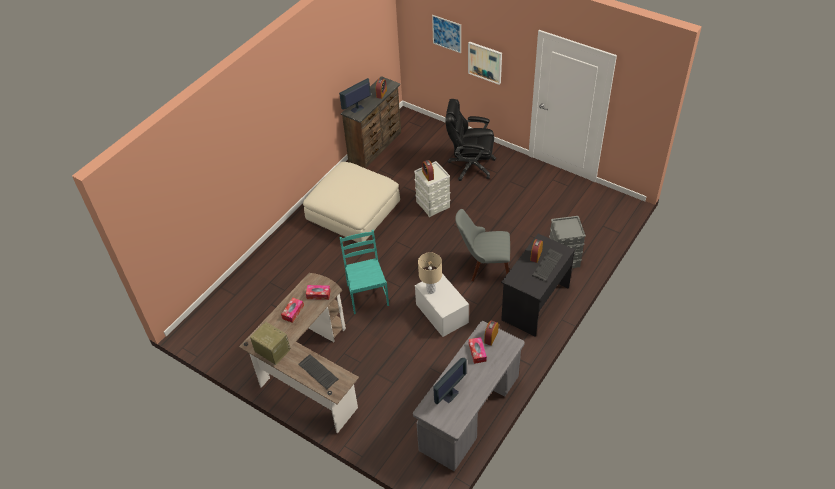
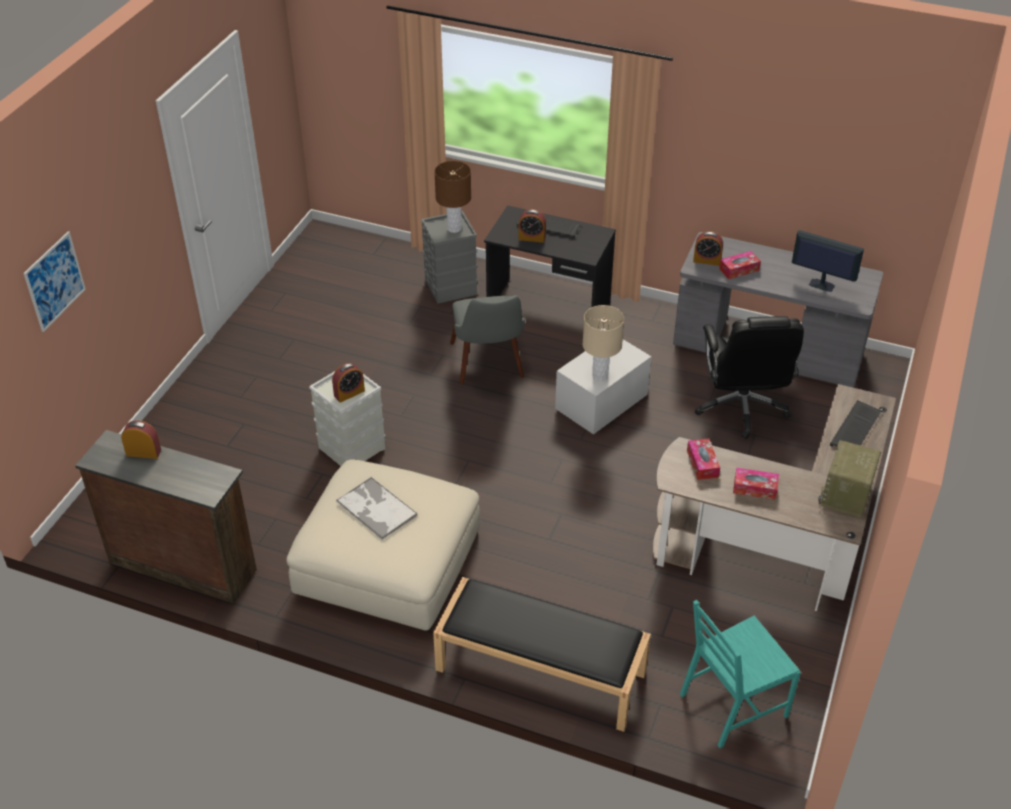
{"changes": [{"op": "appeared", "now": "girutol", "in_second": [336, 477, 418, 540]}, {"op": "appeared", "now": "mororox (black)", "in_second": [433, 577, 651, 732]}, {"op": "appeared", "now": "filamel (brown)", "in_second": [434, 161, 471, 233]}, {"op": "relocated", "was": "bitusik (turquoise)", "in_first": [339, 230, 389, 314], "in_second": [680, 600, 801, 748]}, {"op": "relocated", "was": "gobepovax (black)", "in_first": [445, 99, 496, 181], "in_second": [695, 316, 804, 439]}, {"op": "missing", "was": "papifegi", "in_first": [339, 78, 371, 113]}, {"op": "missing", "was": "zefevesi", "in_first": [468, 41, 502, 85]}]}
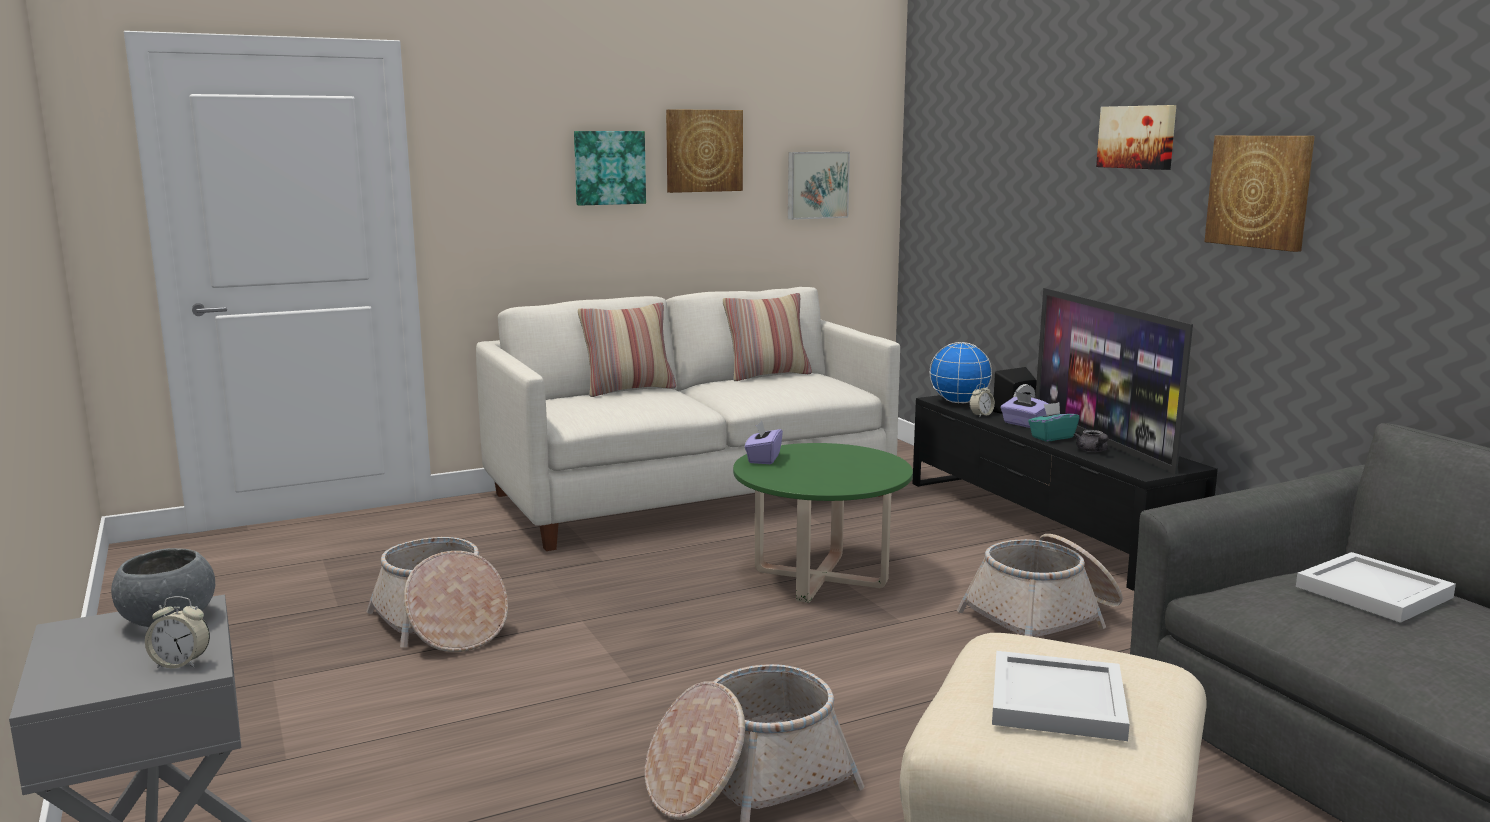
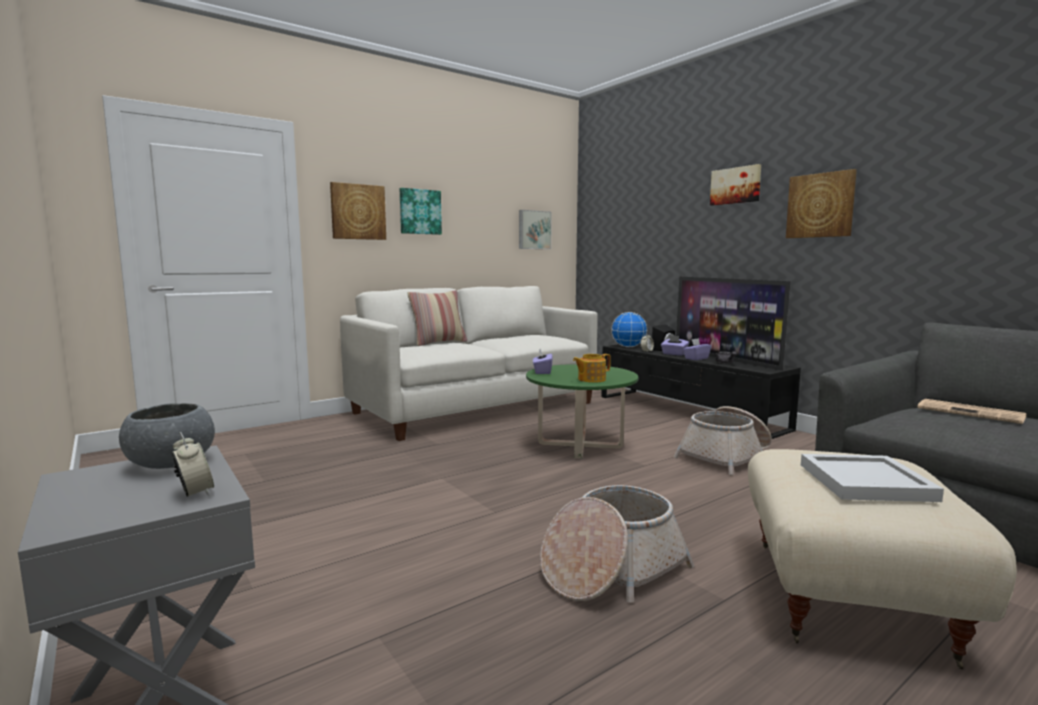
{"changes": [{"op": "spun", "was": "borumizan", "in_first": [145, 596, 210, 668], "in_second": [172, 432, 214, 497], "clockwise": -120}, {"op": "relocated", "was": "zefevesi", "in_first": [666, 109, 743, 193], "in_second": [330, 182, 386, 240]}, {"op": "appeared", "now": "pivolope", "in_second": [573, 354, 611, 383]}, {"op": "colour", "was": "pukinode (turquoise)", "now": "pukinode (purple)", "in_first": [1028, 402, 1080, 442], "in_second": [683, 338, 711, 360]}, {"op": "exchanged", "was": "girutol (white)", "now": "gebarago", "in_first": [1296, 552, 1456, 623], "in_second": [917, 399, 1026, 424]}, {"op": "missing", "was": "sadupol", "in_first": [366, 537, 508, 652]}, {"op": "missing", "was": "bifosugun", "in_first": [723, 293, 812, 381]}]}
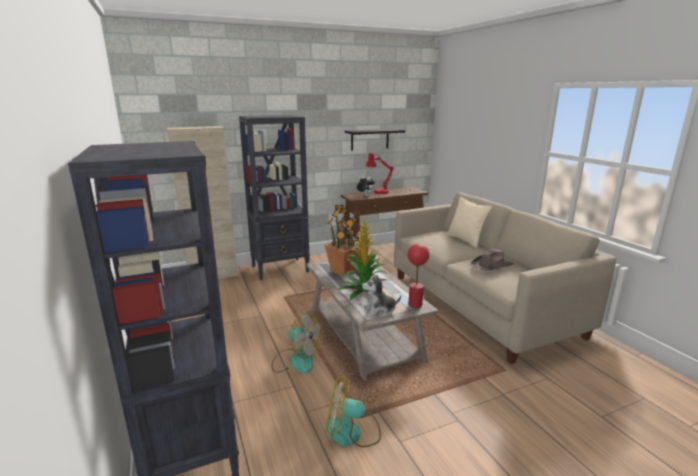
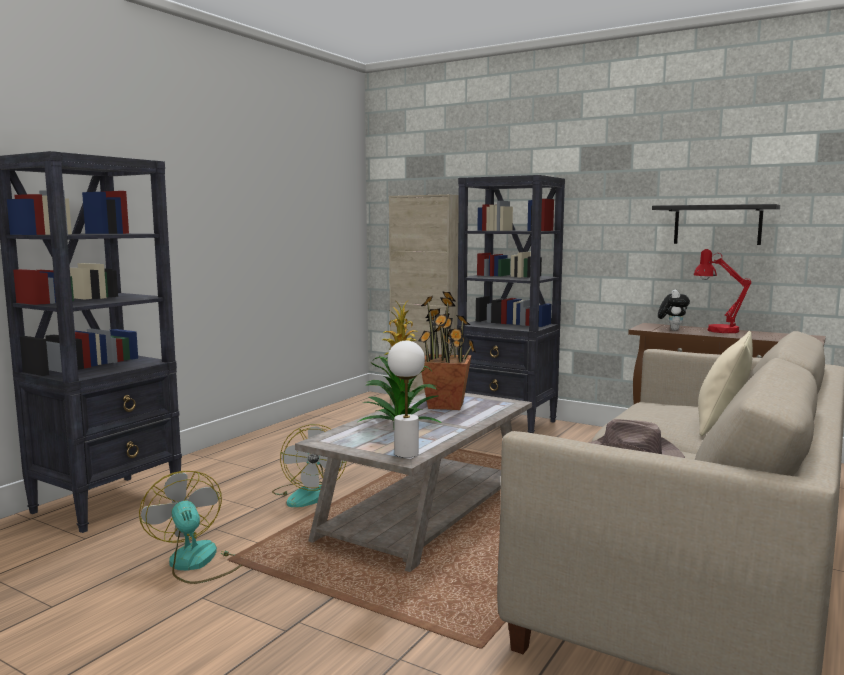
{"changes": [{"op": "colour", "was": "filamel (red)", "now": "filamel (white)", "in_first": [408, 243, 429, 308], "in_second": [388, 341, 425, 458]}, {"op": "missing", "was": "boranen", "in_first": [362, 274, 401, 318]}]}
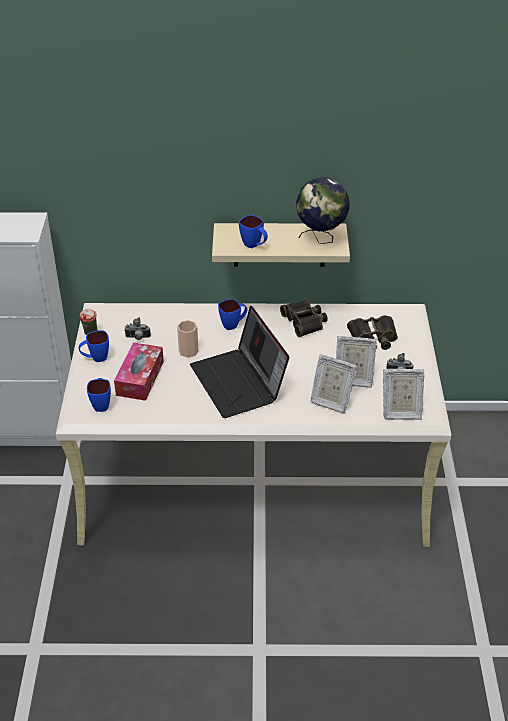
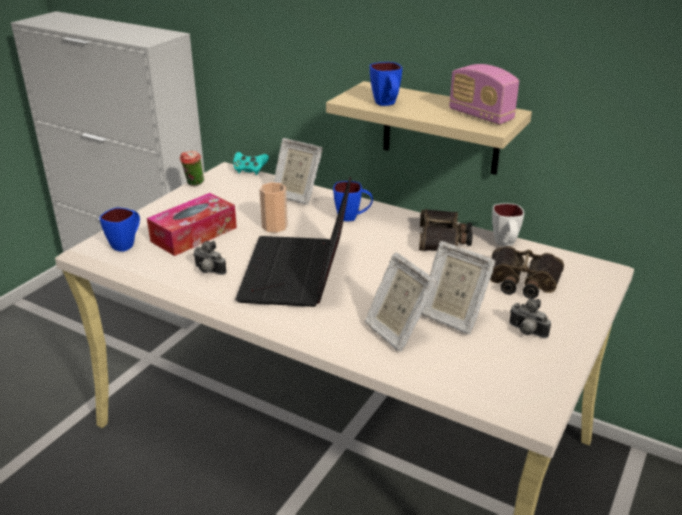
{"changes": [{"op": "relocated", "was": "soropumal", "in_first": [124, 318, 151, 340], "in_second": [193, 241, 227, 275]}, {"op": "appeared", "now": "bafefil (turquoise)", "in_second": [233, 152, 269, 175]}, {"op": "relocated", "was": "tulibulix", "in_first": [383, 369, 424, 420], "in_second": [274, 138, 323, 205]}, {"op": "exchanged", "was": "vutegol", "now": "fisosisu", "in_first": [296, 177, 350, 244], "in_second": [449, 64, 519, 124]}, {"op": "appeared", "now": "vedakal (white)", "in_second": [492, 203, 524, 246]}, {"op": "missing", "was": "vedakal (blue)", "in_first": [79, 330, 109, 362]}]}
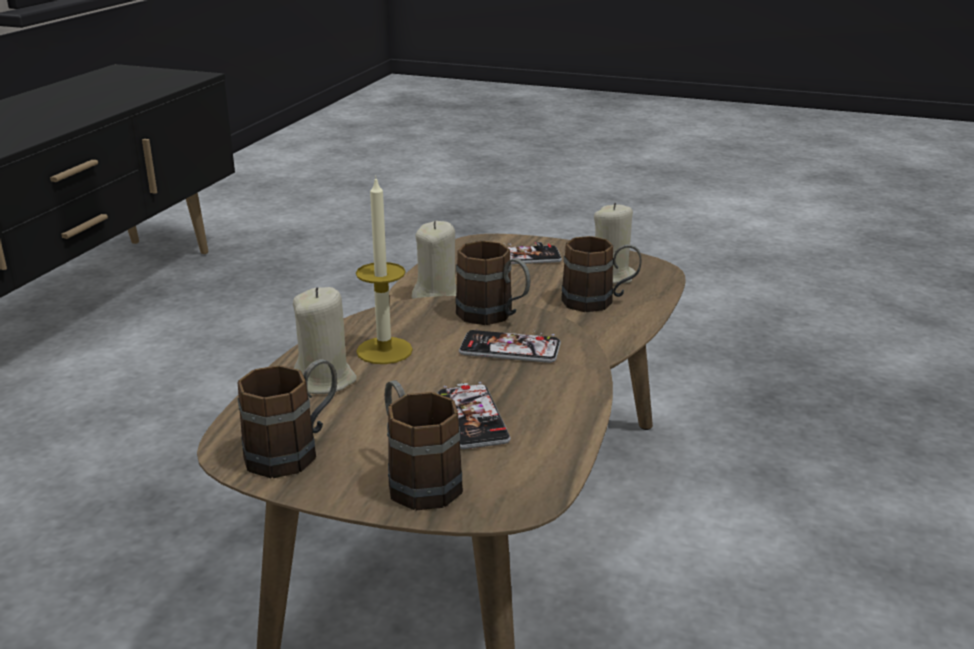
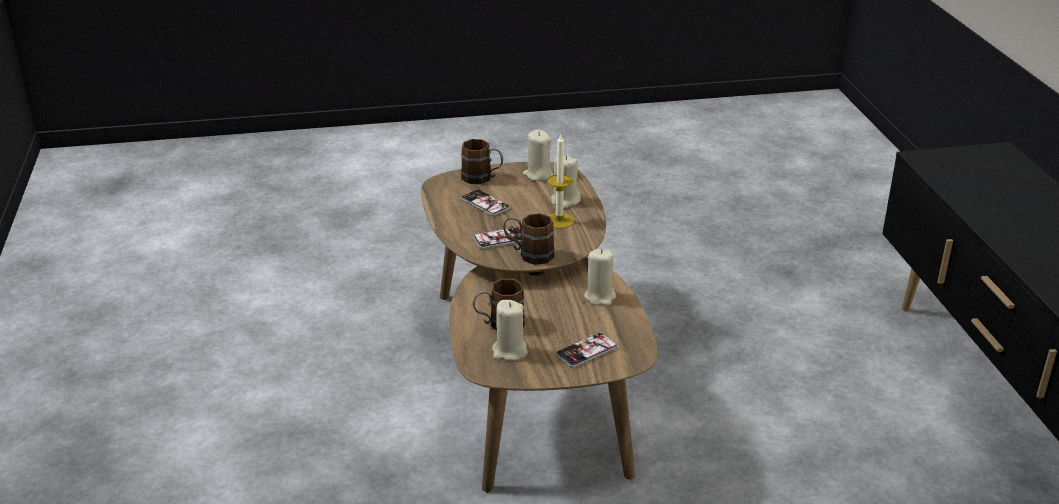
{"changes": [{"op": "exchanged", "was": "vedakal (brown)", "now": "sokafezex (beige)", "in_first": [238, 359, 337, 478], "in_second": [523, 130, 554, 181]}]}
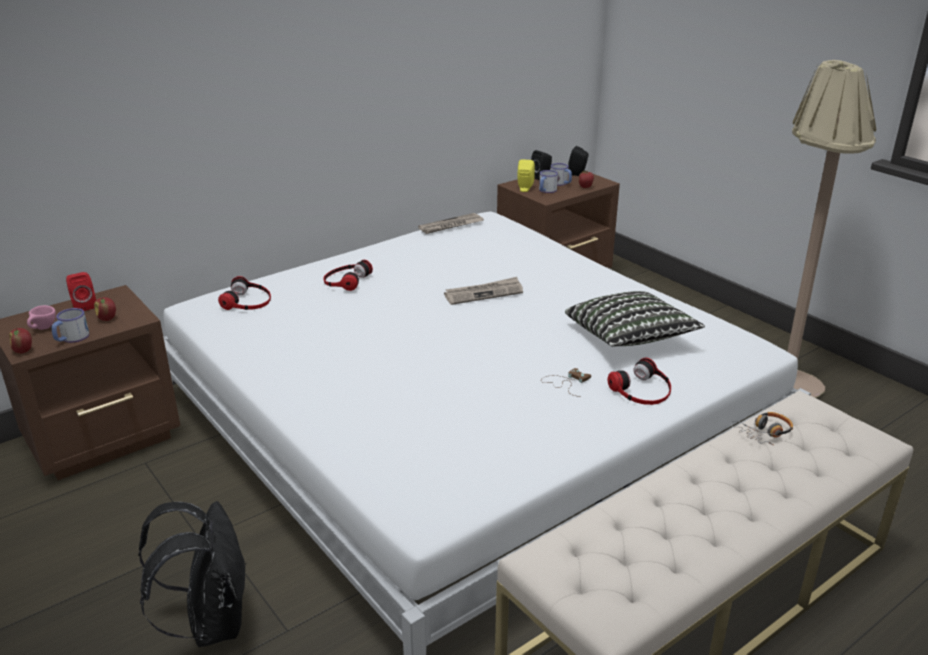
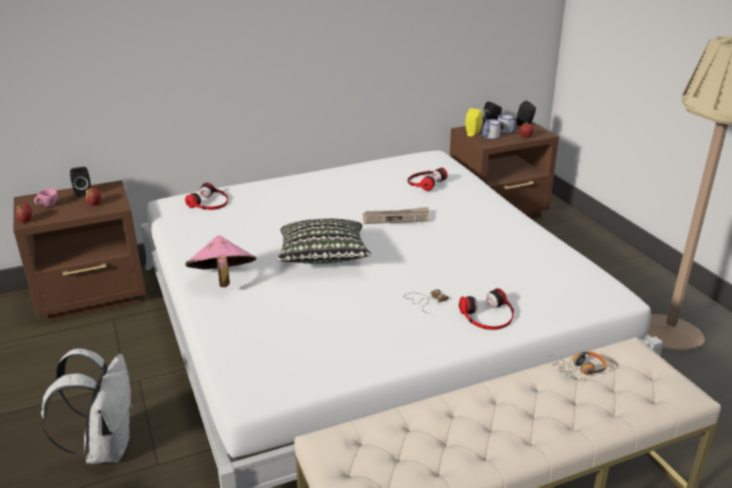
{"changes": [{"op": "colour", "was": "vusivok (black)", "now": "vusivok (white)", "in_first": [138, 501, 246, 647], "in_second": [41, 348, 133, 464]}, {"op": "colour", "was": "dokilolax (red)", "now": "dokilolax (black)", "in_first": [66, 272, 96, 311], "in_second": [70, 167, 91, 197]}, {"op": "appeared", "now": "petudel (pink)", "in_second": [185, 235, 257, 287]}, {"op": "relocated", "was": "bifosugun", "in_first": [565, 291, 705, 347], "in_second": [277, 219, 371, 264]}, {"op": "relocated", "was": "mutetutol", "in_first": [323, 260, 373, 291], "in_second": [408, 168, 448, 191]}, {"op": "missing", "was": "vedakal", "in_first": [52, 308, 89, 343]}, {"op": "missing", "was": "gebarago", "in_first": [418, 213, 484, 234]}]}
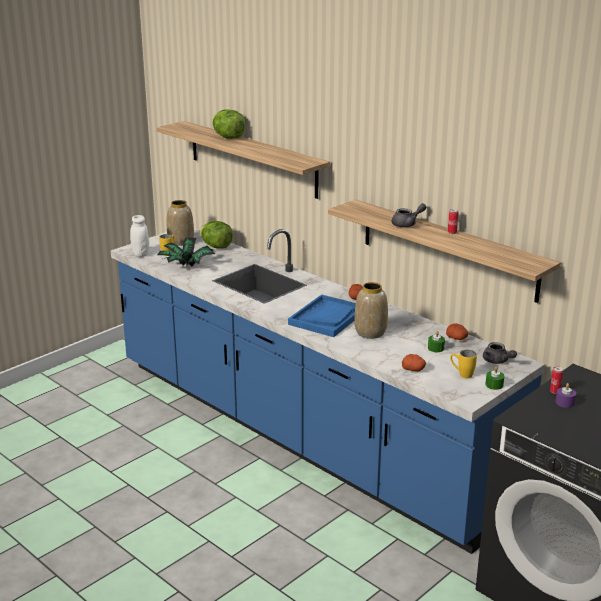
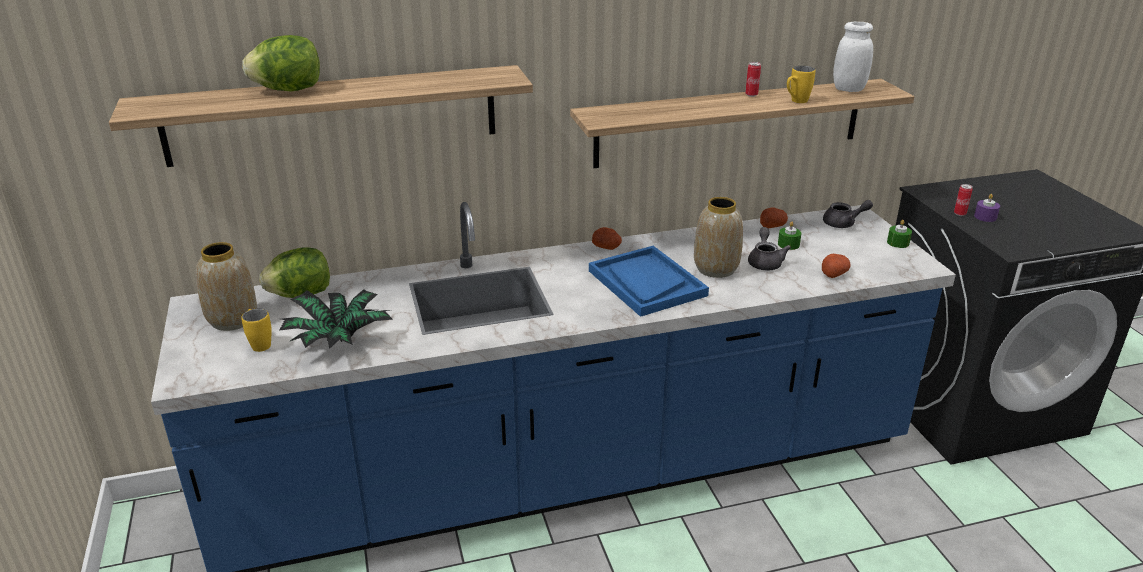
{"changes": [{"op": "relocated", "was": "pivolope (grey)", "in_first": [392, 203, 426, 227], "in_second": [748, 227, 791, 270]}, {"op": "relocated", "was": "vedakal (yellow)", "in_first": [450, 350, 477, 378], "in_second": [787, 66, 816, 103]}, {"op": "relocated", "was": "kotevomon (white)", "in_first": [130, 215, 149, 257], "in_second": [833, 22, 873, 92]}]}
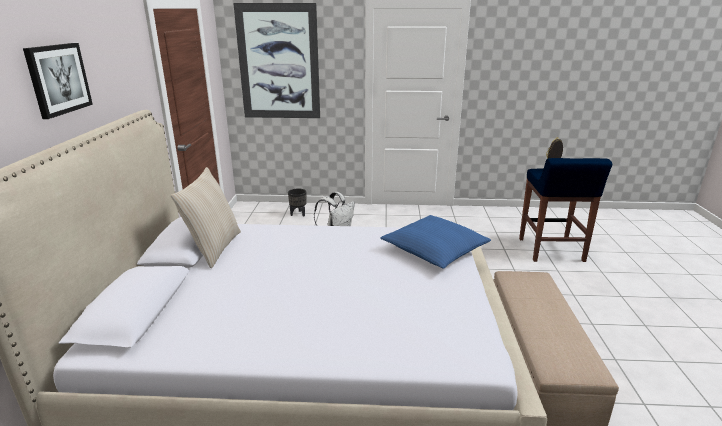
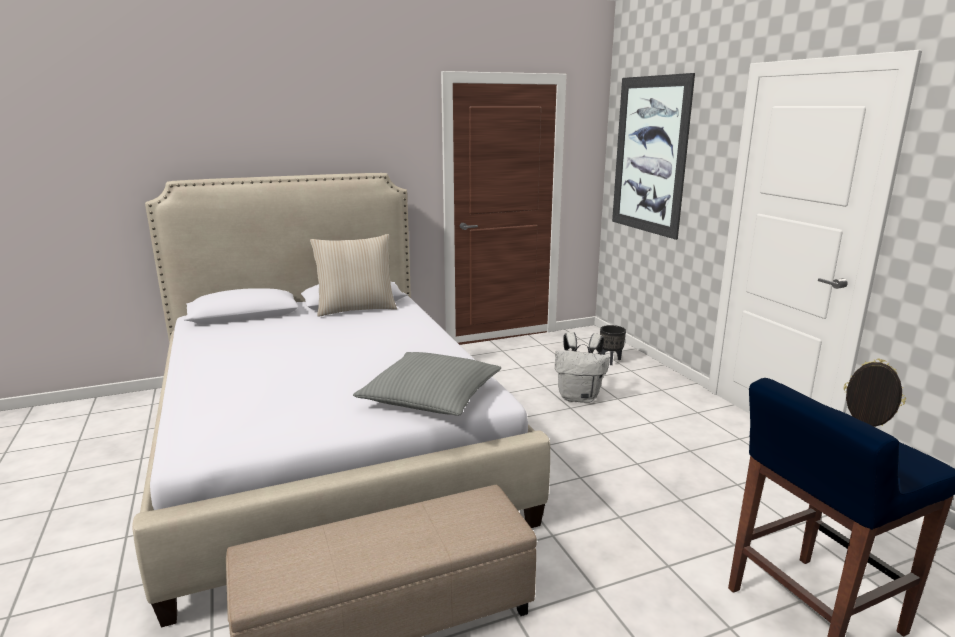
{"changes": [{"op": "colour", "was": "bifosugun (blue)", "now": "bifosugun (grey)", "in_first": [380, 215, 491, 269], "in_second": [353, 352, 501, 416]}, {"op": "missing", "was": "zefevesi", "in_first": [23, 43, 93, 119]}]}
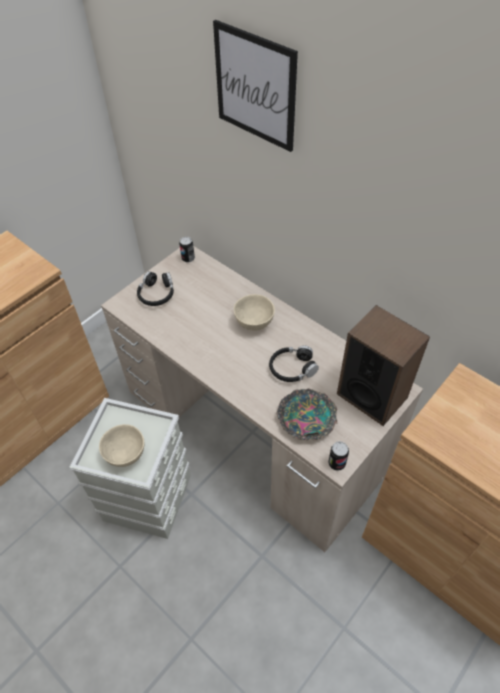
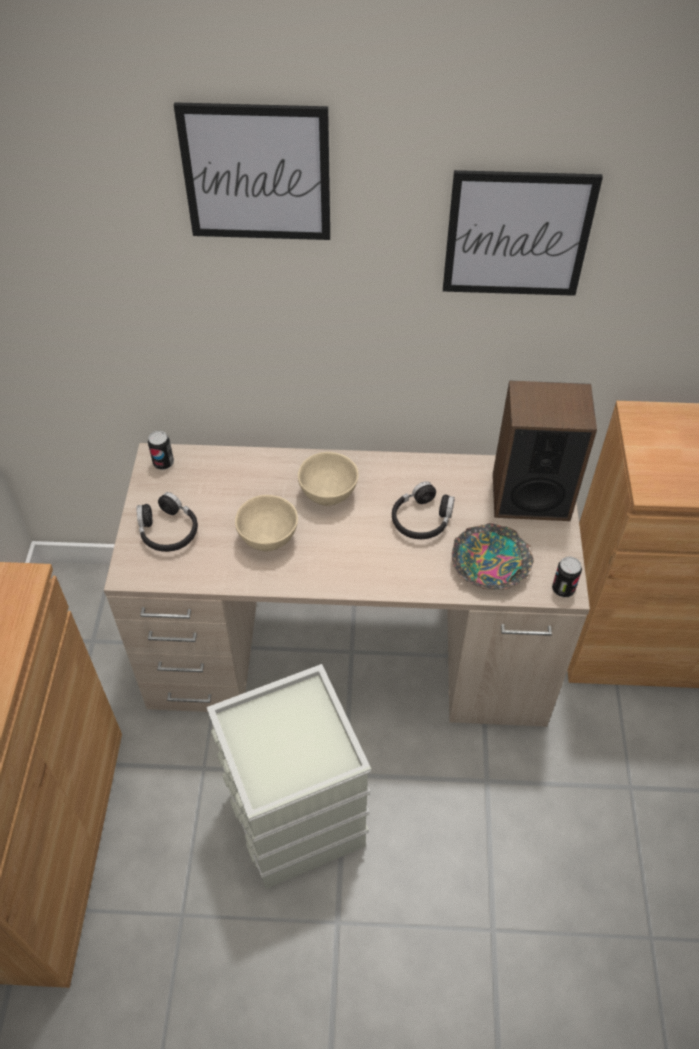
{"changes": [{"op": "relocated", "was": "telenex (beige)", "in_first": [99, 424, 145, 467], "in_second": [235, 495, 298, 552]}, {"op": "appeared", "now": "zefevesi", "in_second": [443, 170, 603, 296]}]}
